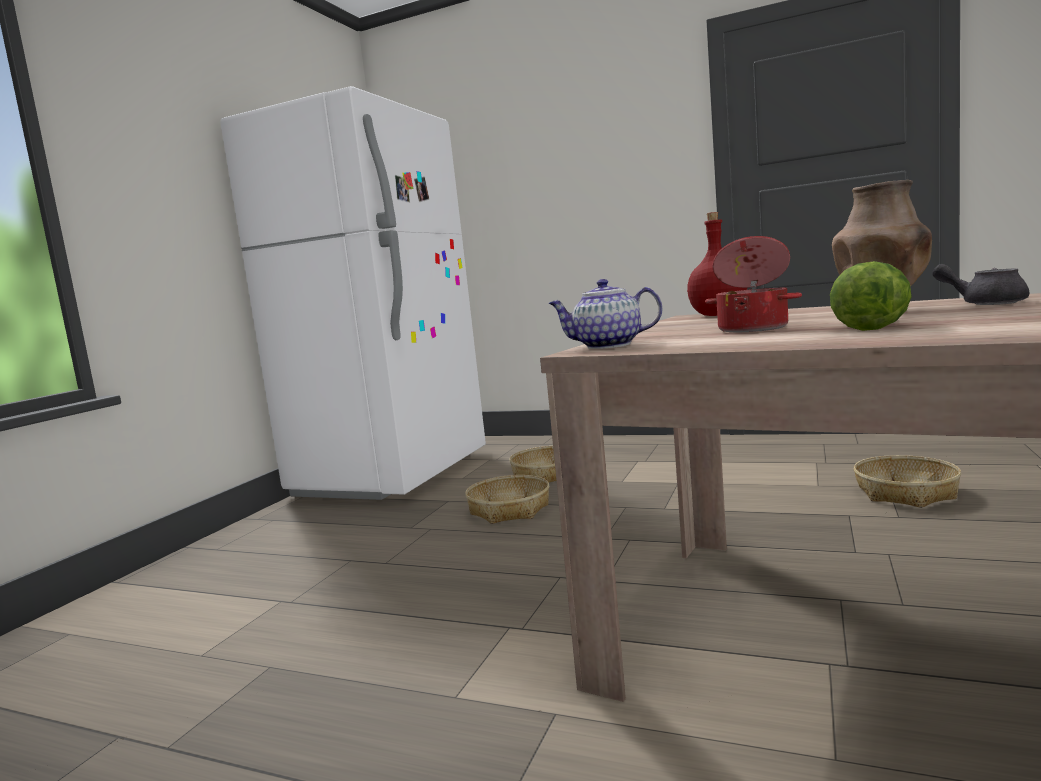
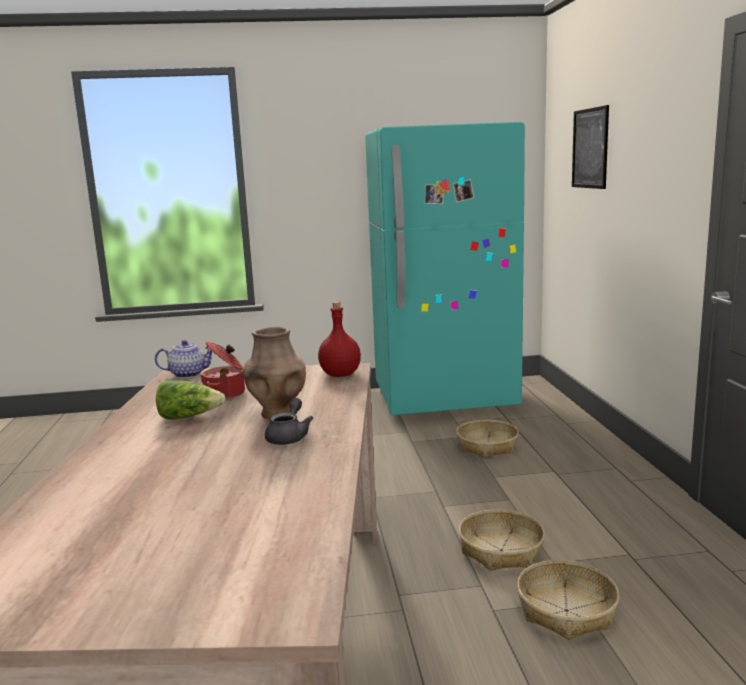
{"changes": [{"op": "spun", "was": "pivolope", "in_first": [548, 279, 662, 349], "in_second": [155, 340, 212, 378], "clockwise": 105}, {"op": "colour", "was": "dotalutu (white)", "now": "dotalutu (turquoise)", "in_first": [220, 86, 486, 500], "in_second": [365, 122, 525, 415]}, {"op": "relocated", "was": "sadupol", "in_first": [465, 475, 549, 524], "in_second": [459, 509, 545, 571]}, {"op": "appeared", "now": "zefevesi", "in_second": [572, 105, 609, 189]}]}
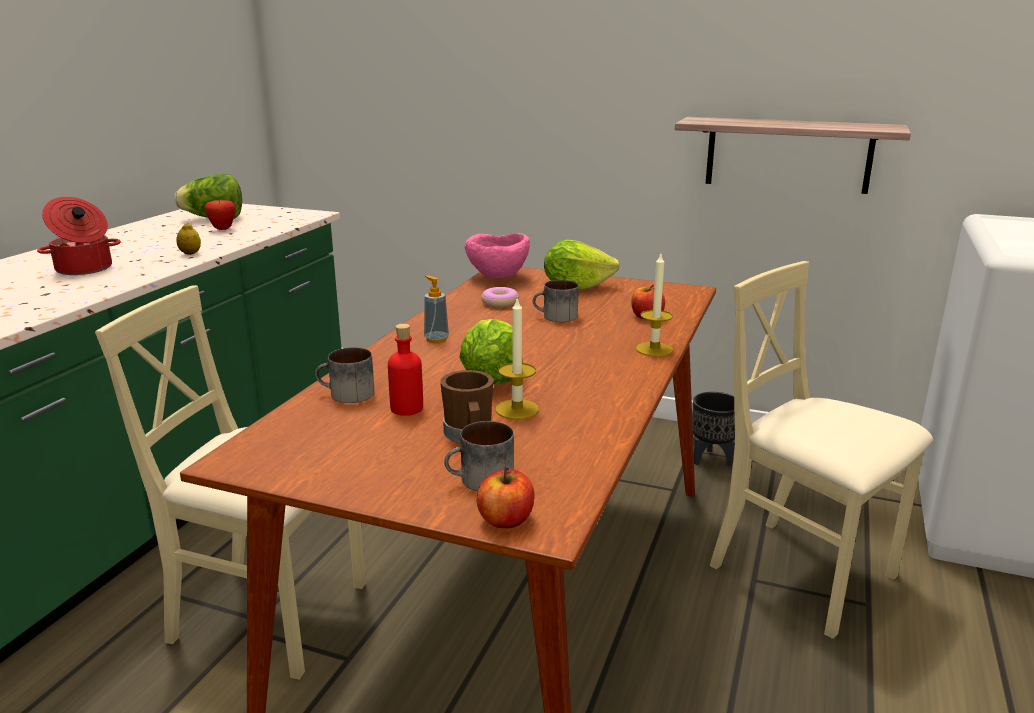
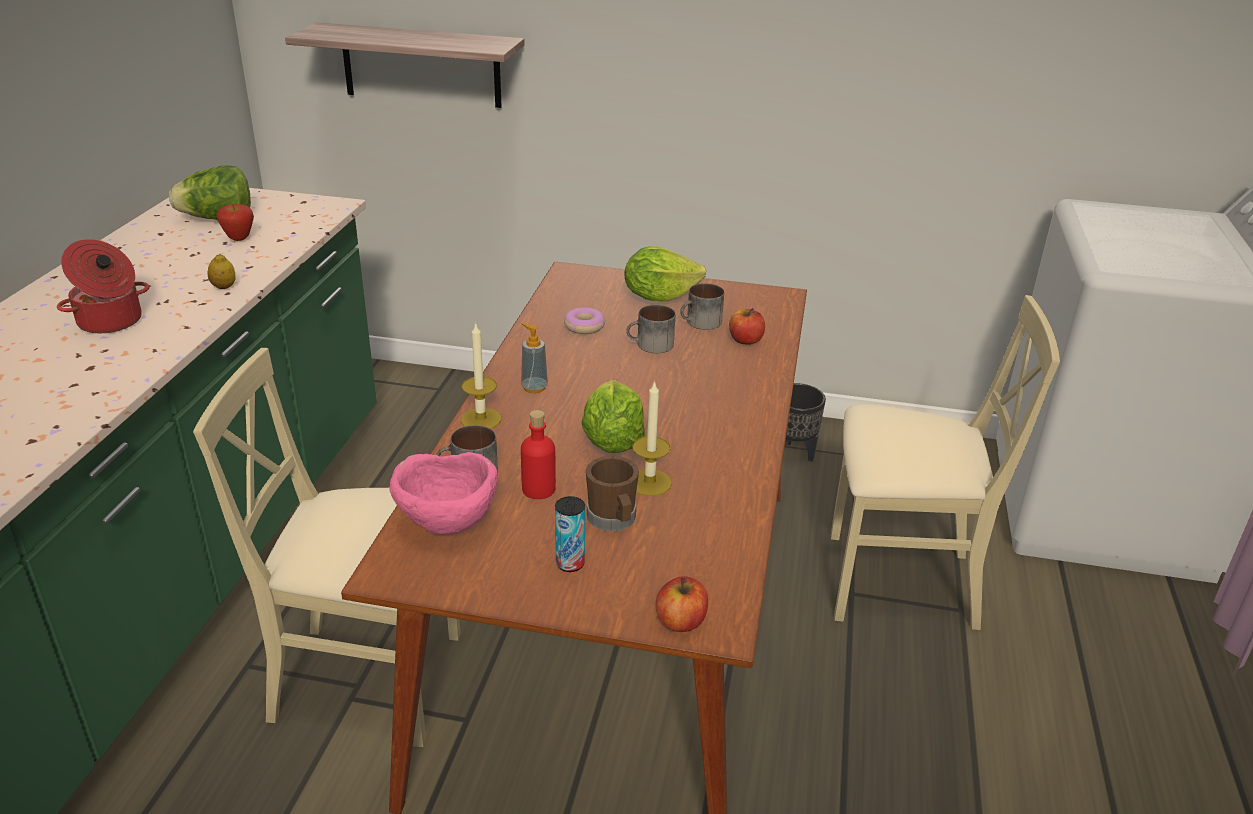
{"changes": [{"op": "relocated", "was": "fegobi", "in_first": [675, 117, 911, 194], "in_second": [285, 22, 525, 108]}, {"op": "relocated", "was": "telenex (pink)", "in_first": [464, 233, 530, 278], "in_second": [389, 452, 498, 534]}, {"op": "relocated", "was": "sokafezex", "in_first": [636, 254, 673, 357], "in_second": [461, 322, 501, 429]}, {"op": "appeared", "now": "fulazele", "in_second": [555, 496, 585, 572]}, {"op": "relocated", "was": "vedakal", "in_first": [444, 421, 514, 491], "in_second": [680, 283, 724, 330]}, {"op": "spun", "was": "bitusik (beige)", "in_first": [710, 261, 933, 639], "in_second": [831, 295, 1060, 630], "clockwise": 150}]}
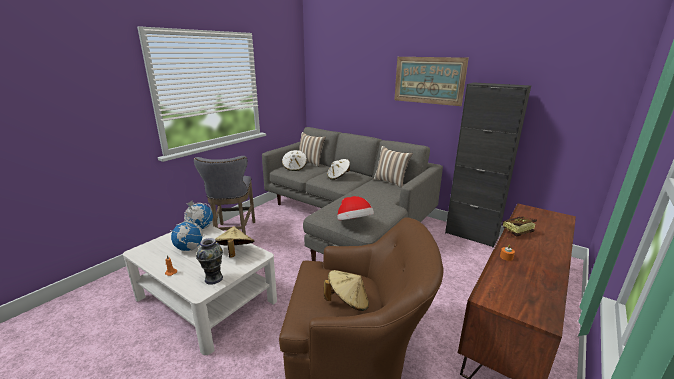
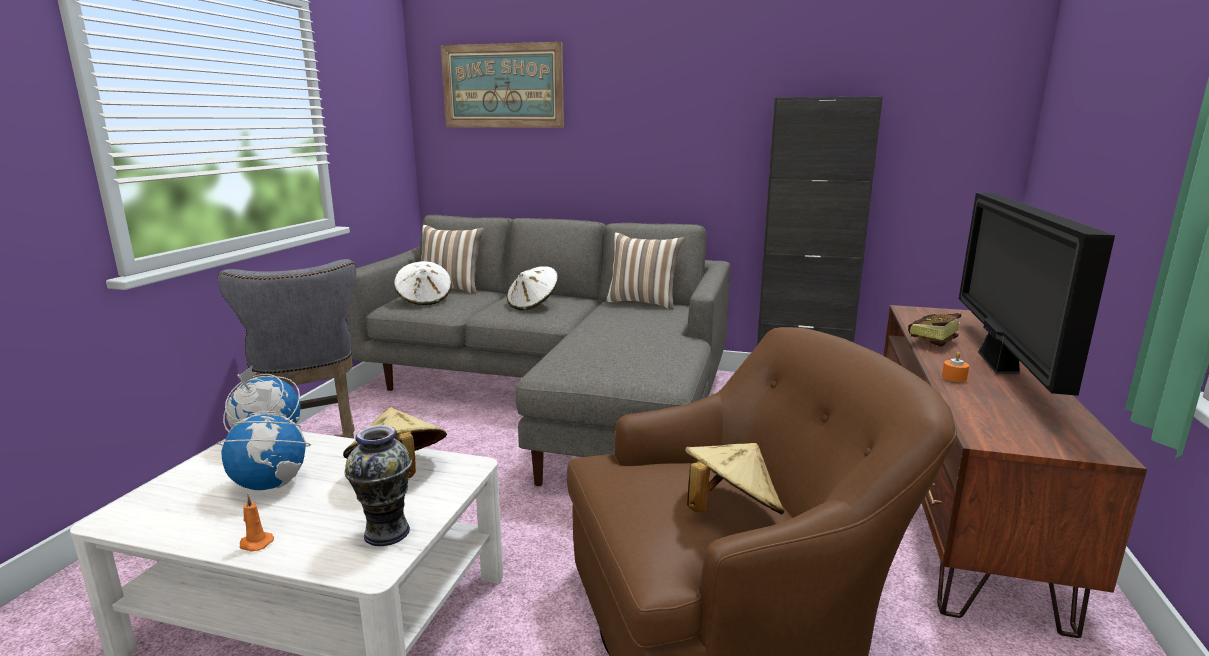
{"changes": [{"op": "relocated", "was": "zefevesi", "in_first": [394, 57, 469, 106], "in_second": [441, 42, 564, 128]}, {"op": "appeared", "now": "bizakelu", "in_second": [959, 193, 1115, 396]}, {"op": "missing", "was": "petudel", "in_first": [337, 196, 374, 220]}]}
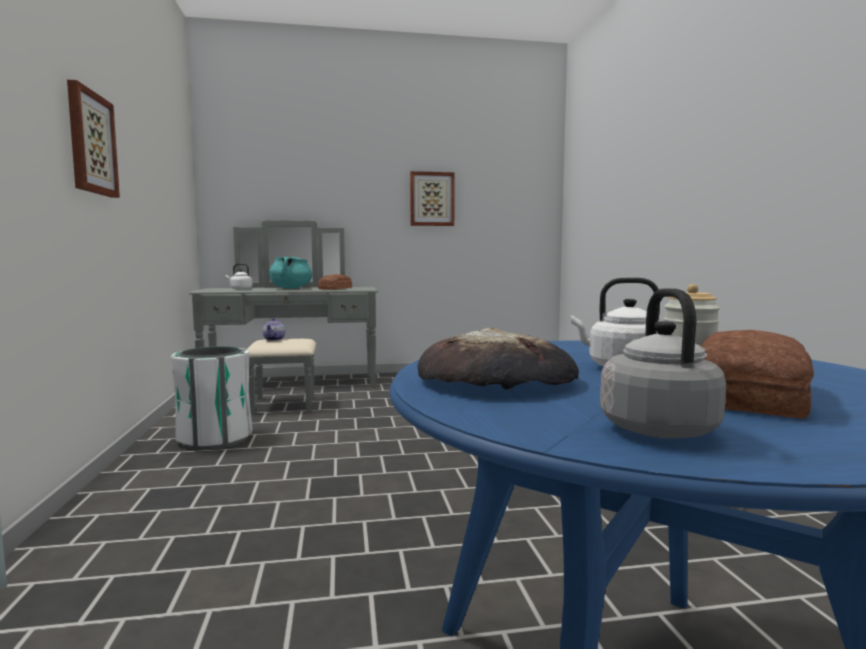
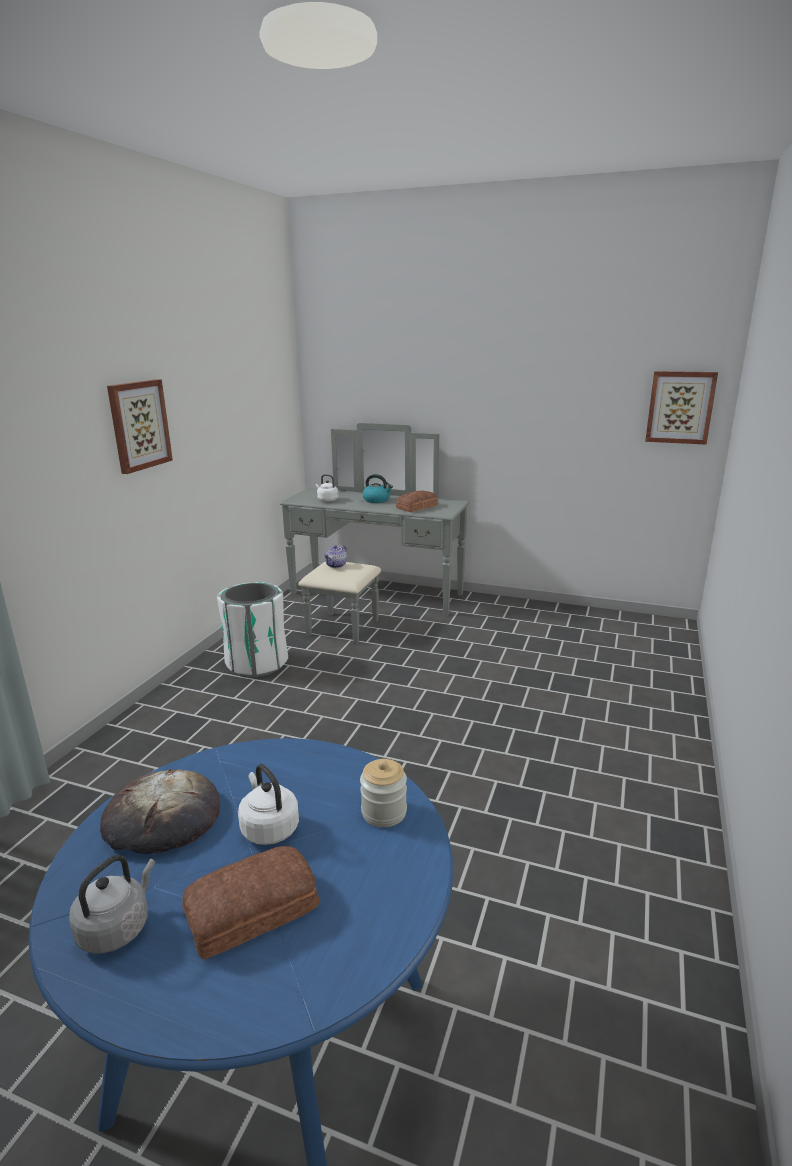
{"changes": [{"op": "exchanged", "was": "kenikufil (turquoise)", "now": "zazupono", "in_first": [269, 257, 312, 289], "in_second": [363, 474, 393, 503]}, {"op": "relocated", "was": "zefevesi", "in_first": [410, 171, 455, 226], "in_second": [645, 371, 718, 445]}]}
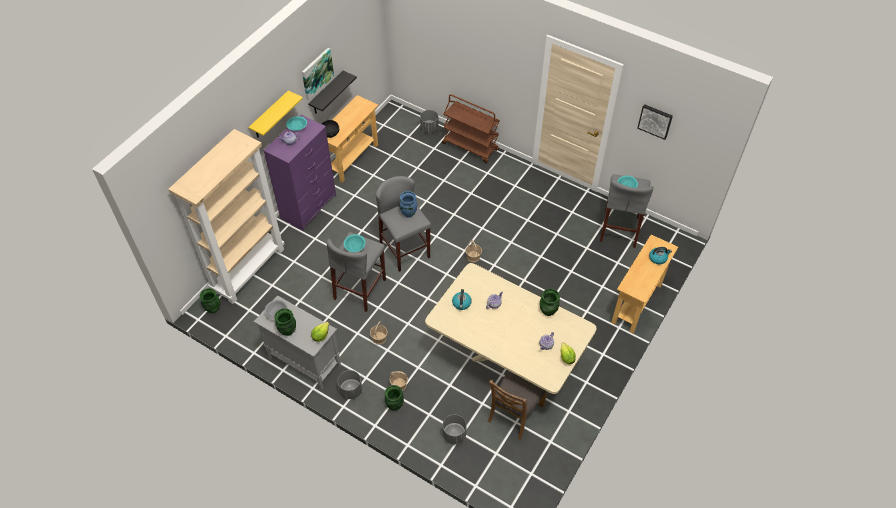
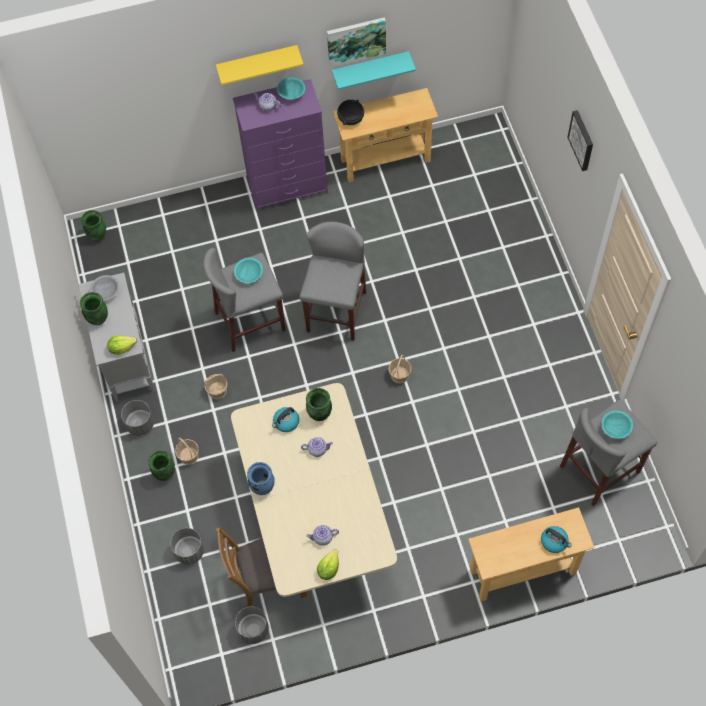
{"changes": [{"op": "relocated", "was": "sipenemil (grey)", "in_first": [420, 110, 439, 133], "in_second": [235, 606, 269, 644]}, {"op": "relocated", "was": "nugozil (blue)", "in_first": [399, 191, 417, 217], "in_second": [247, 462, 275, 495]}, {"op": "relocated", "was": "nugozil (green)", "in_first": [540, 289, 560, 316], "in_second": [306, 388, 332, 421]}, {"op": "colour", "was": "fegobi (black)", "now": "fegobi (turquoise)", "in_first": [308, 71, 357, 114], "in_second": [332, 51, 416, 90]}, {"op": "relocated", "was": "zefevesi", "in_first": [637, 104, 673, 140], "in_second": [567, 110, 593, 171]}, {"op": "missing", "was": "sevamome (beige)", "in_first": [168, 129, 285, 304]}, {"op": "missing", "was": "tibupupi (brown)", "in_first": [442, 94, 500, 163]}]}
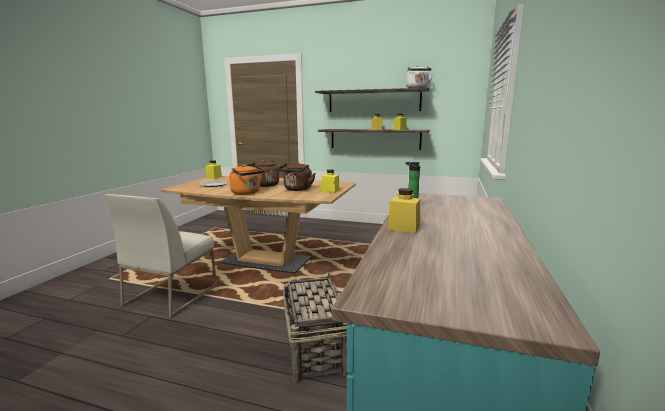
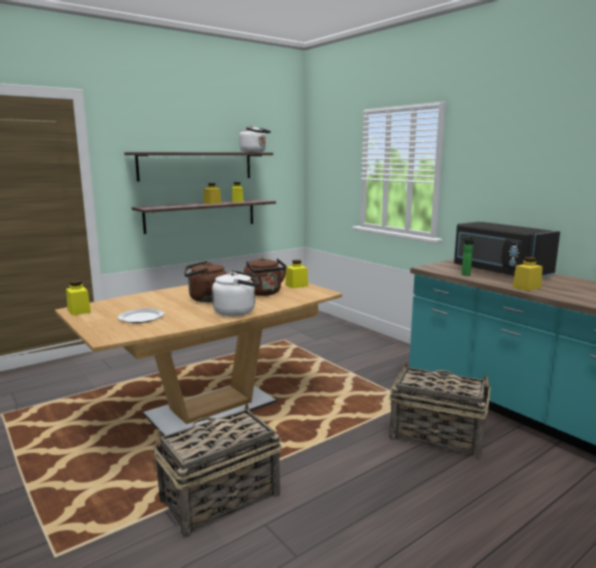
{"changes": [{"op": "exchanged", "was": "bitusik (white)", "now": "sadupol", "in_first": [104, 194, 217, 318], "in_second": [153, 402, 282, 537]}, {"op": "colour", "was": "zazupono (orange)", "now": "zazupono (white)", "in_first": [229, 164, 265, 195], "in_second": [212, 270, 259, 316]}, {"op": "appeared", "now": "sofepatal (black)", "in_second": [454, 221, 560, 277]}]}
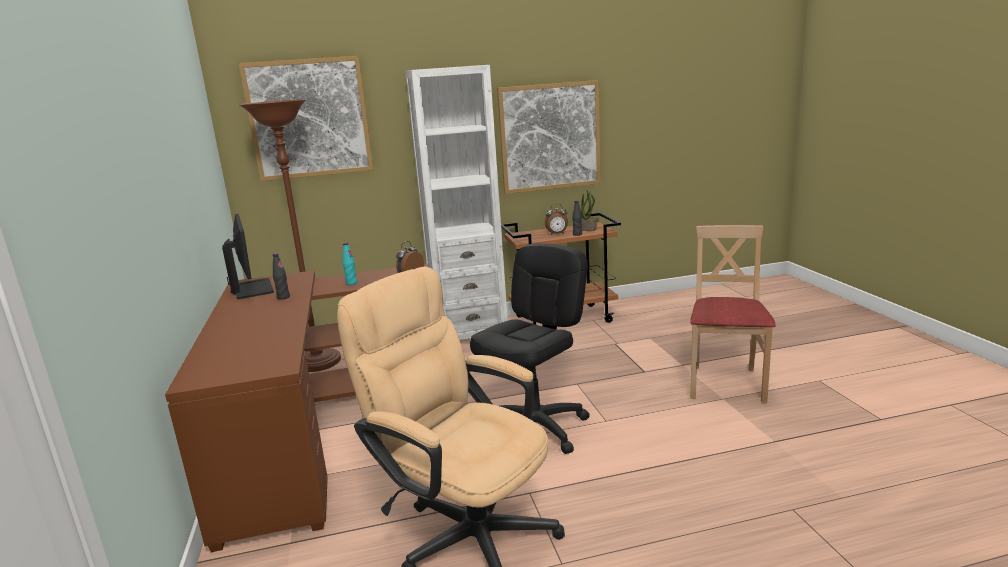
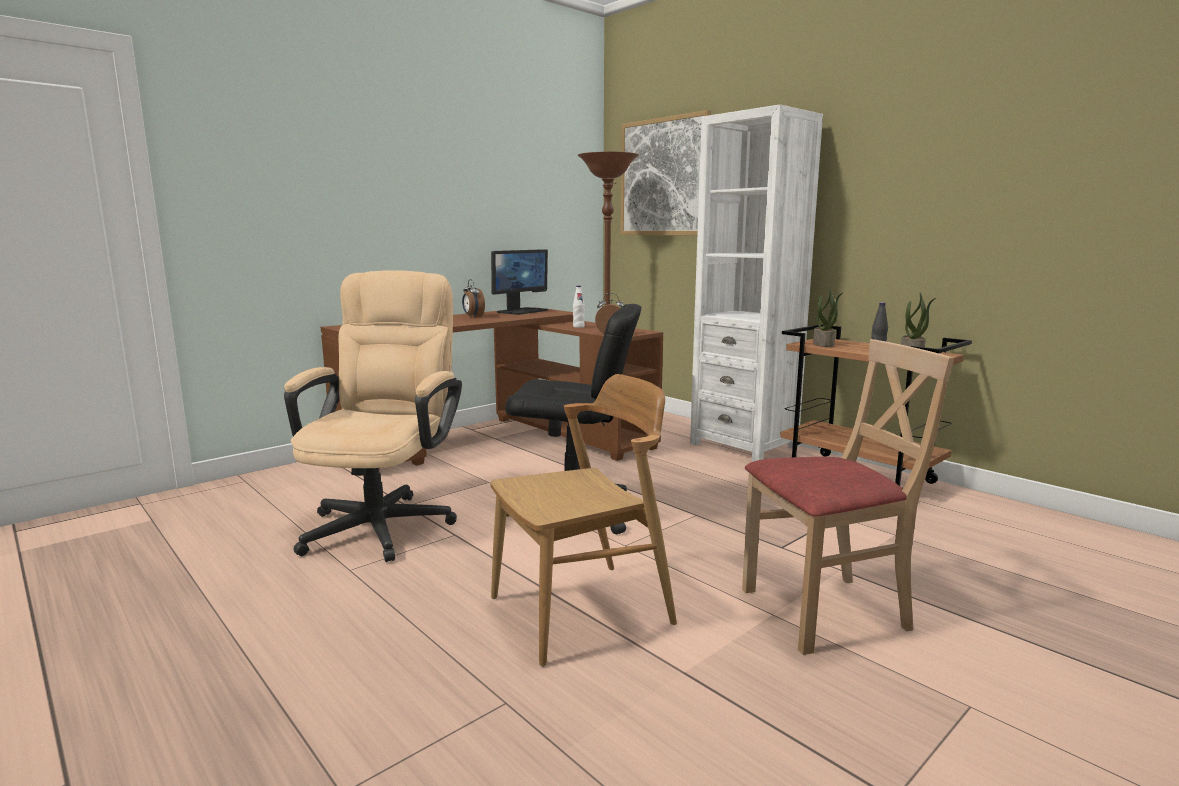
{"changes": [{"op": "relocated", "was": "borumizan", "in_first": [545, 204, 568, 235], "in_second": [462, 279, 485, 318]}, {"op": "appeared", "now": "bitusik (brown)", "in_second": [490, 374, 677, 667]}, {"op": "colour", "was": "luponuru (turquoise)", "now": "luponuru (white)", "in_first": [343, 243, 357, 285], "in_second": [573, 286, 585, 328]}, {"op": "appeared", "now": "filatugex", "in_second": [813, 288, 844, 347]}, {"op": "missing", "was": "luponuru (black)", "in_first": [273, 253, 290, 300]}, {"op": "missing", "was": "zefevesi", "in_first": [497, 80, 601, 194]}]}
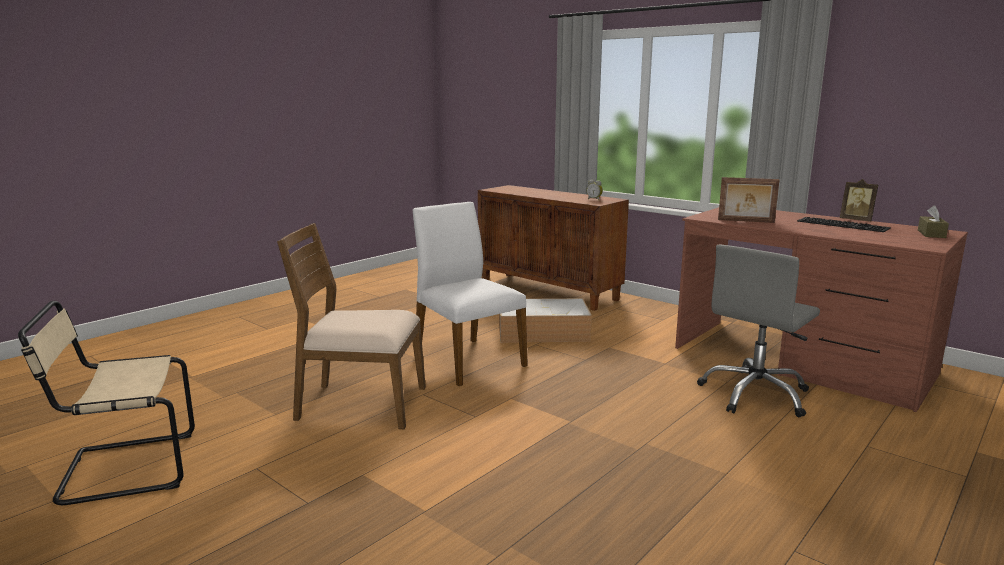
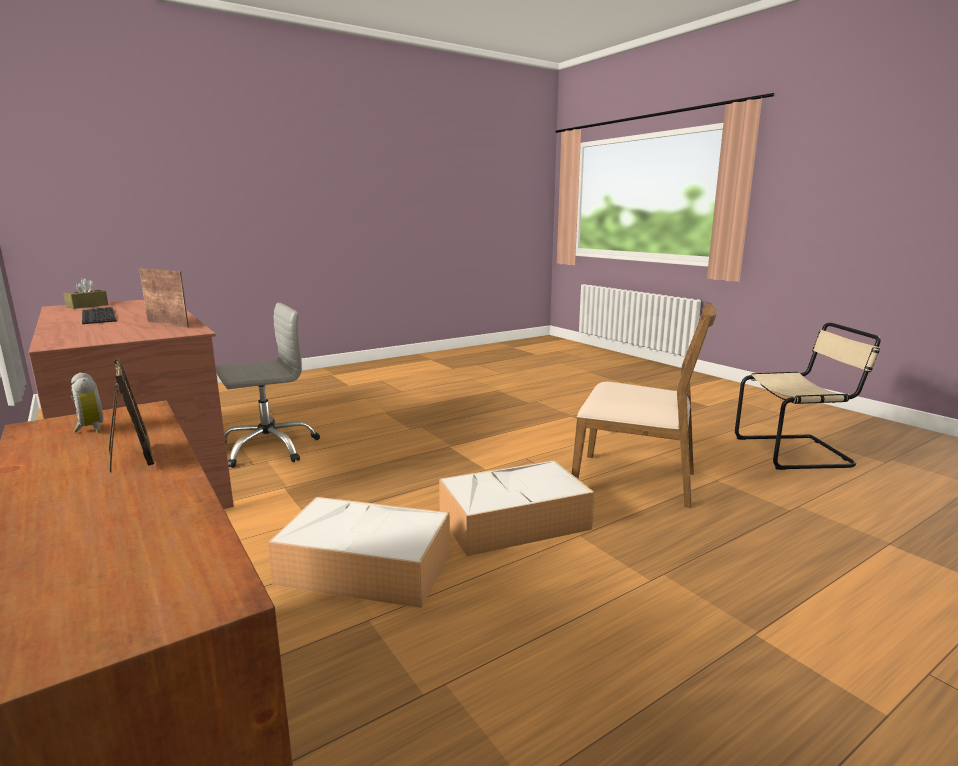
{"changes": [{"op": "relocated", "was": "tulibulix", "in_first": [840, 179, 878, 222], "in_second": [109, 356, 154, 473]}, {"op": "exchanged", "was": "bitusik (white)", "now": "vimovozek", "in_first": [413, 202, 528, 386], "in_second": [439, 460, 594, 556]}]}
